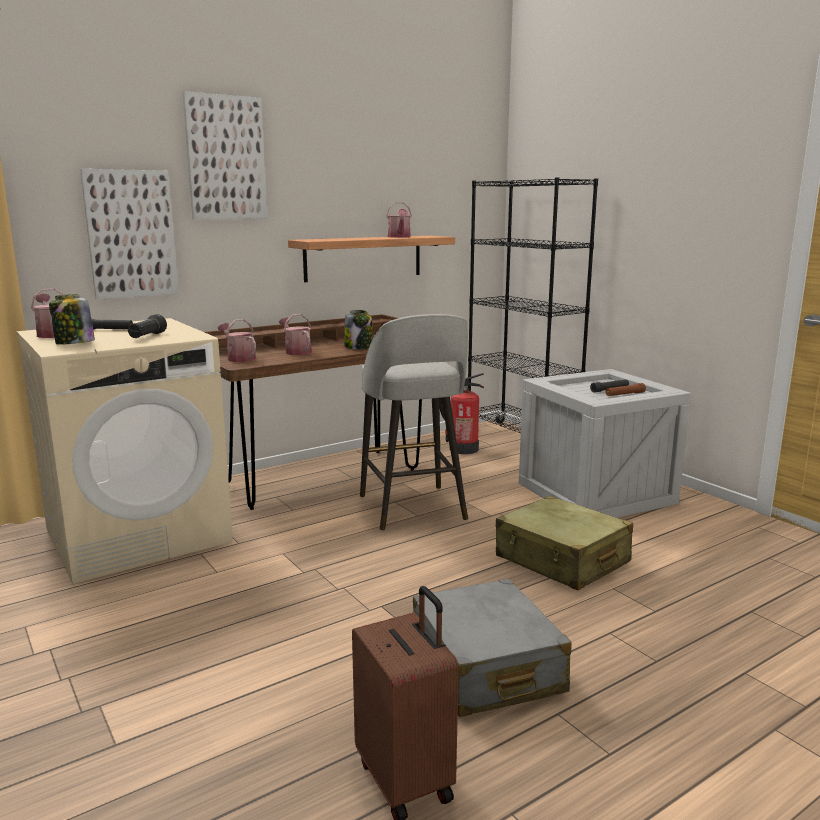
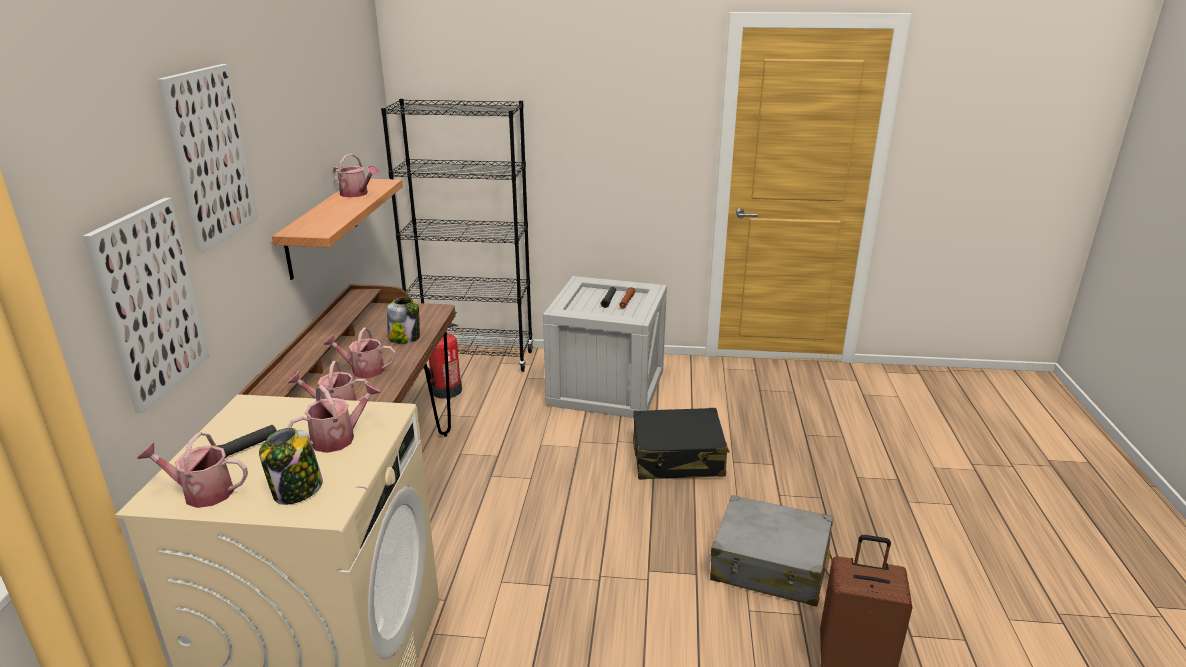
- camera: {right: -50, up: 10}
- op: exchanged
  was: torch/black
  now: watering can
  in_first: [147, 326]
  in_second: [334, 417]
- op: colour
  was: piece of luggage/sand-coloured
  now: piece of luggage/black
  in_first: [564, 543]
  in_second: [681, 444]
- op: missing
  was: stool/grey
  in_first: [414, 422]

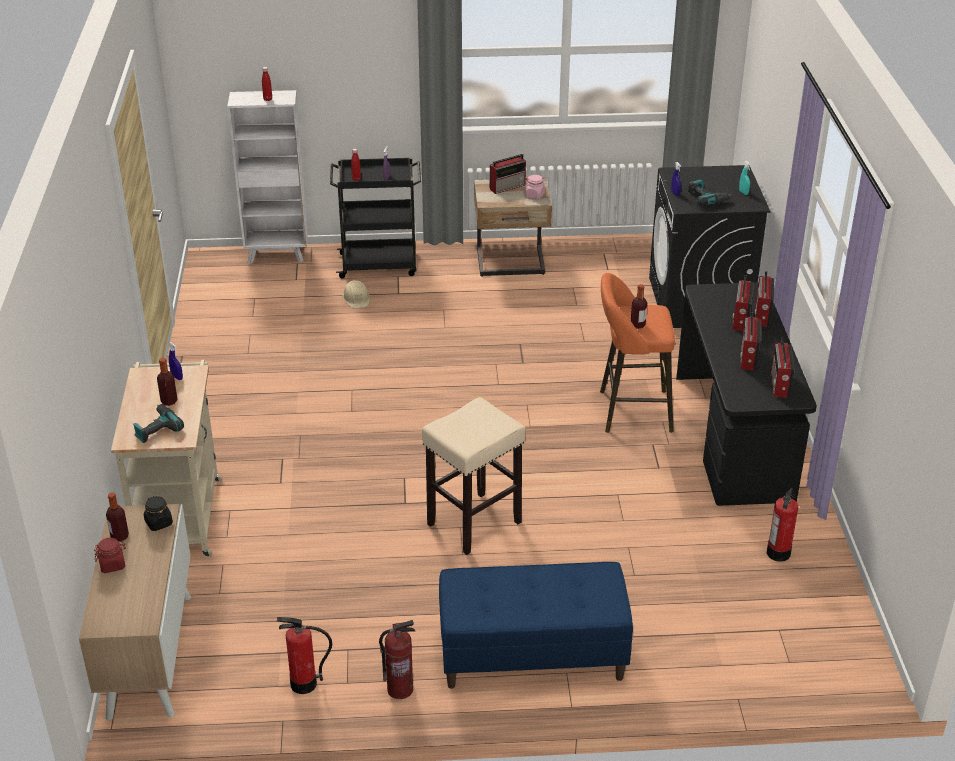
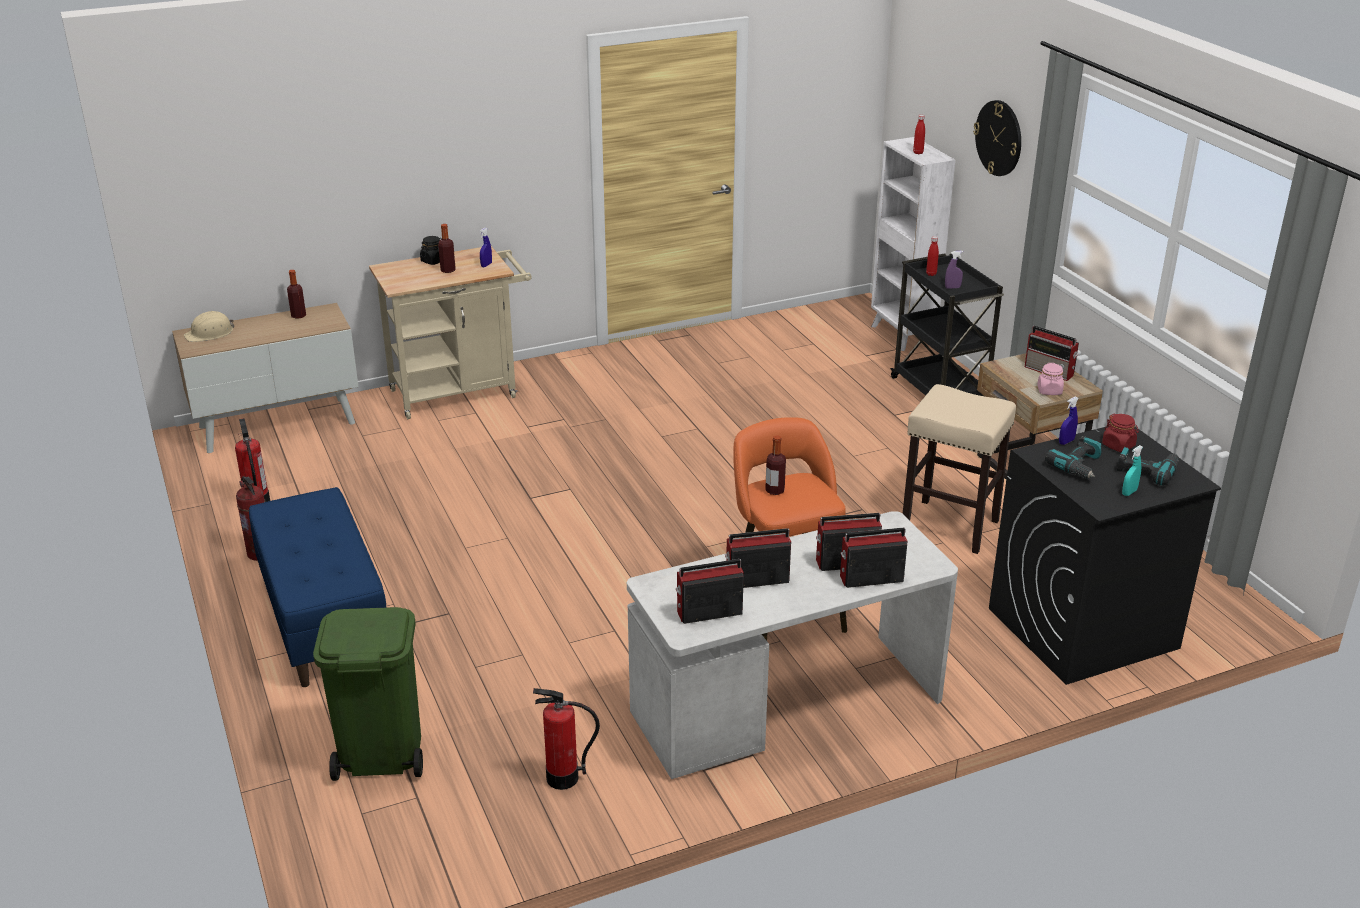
- camera: {right: 70, up: -5}
- op: relocated
  was: safety helmet/sand-coloured
  in_first: [356, 294]
  in_second: [209, 326]
- op: appeared
  now: waste bin/greenish
  in_second: [368, 694]
- op: relocated
  was: preserve jar/black
  in_first: [158, 513]
  in_second: [430, 250]
- op: colour
  was: desk/black
  now: desk/white
  in_first: [746, 394]
  in_second: [792, 645]
- op: relocated
  was: stool/sand-coloured
  in_first: [474, 476]
  in_second: [959, 469]
- op: appeared
  now: clock on the wall
  in_second: [997, 138]
- op: relocated
  was: preserve jar/red
  in_first: [110, 555]
  in_second: [1120, 432]
- op: relocated
  was: power drill
  in_first: [158, 423]
  in_second: [1148, 466]

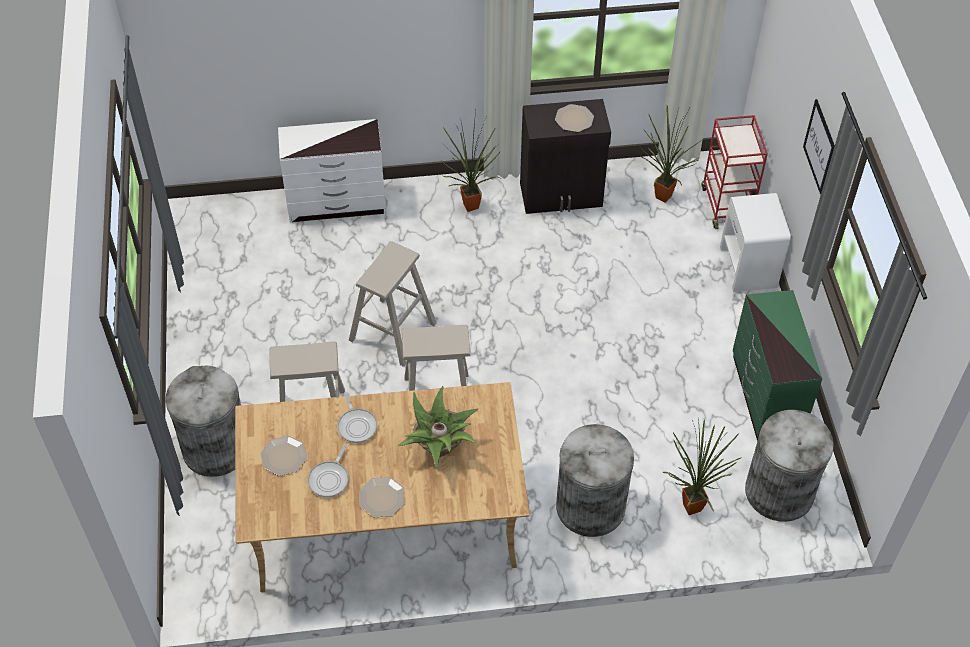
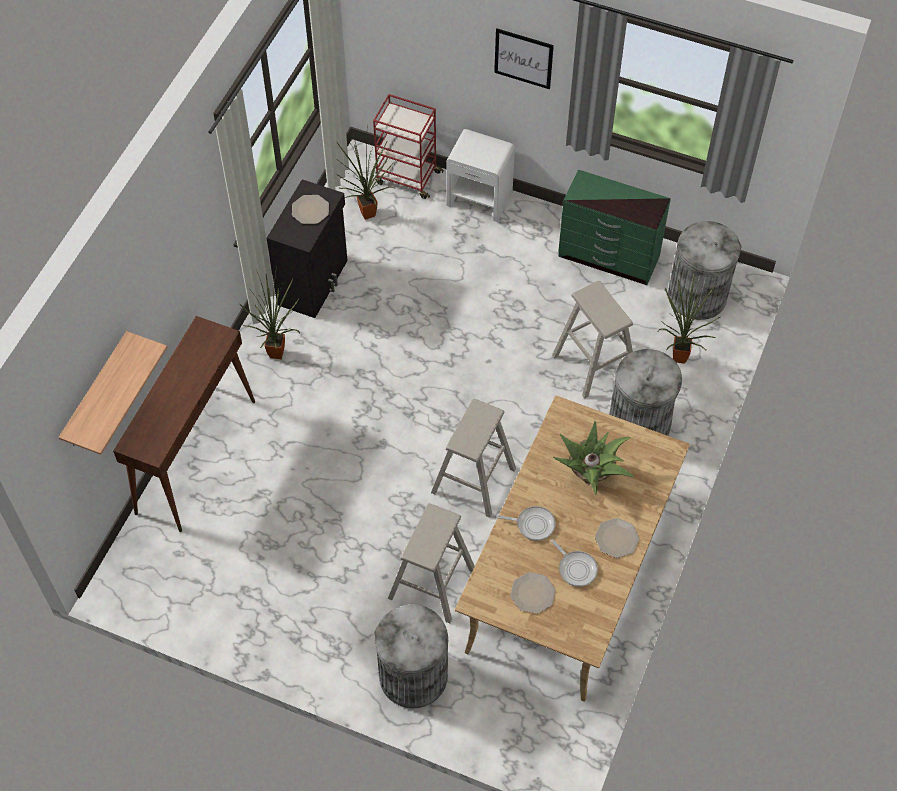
- camera: {right: -60, up: 5}
- op: appeared
  now: shelf
  in_second: [112, 393]
- op: exchanged
  was: chest of drawers/white
  now: hall table/brownish
  in_first: [332, 170]
  in_second: [184, 424]
- op: relocated
  was: stool/sand-coloured
  in_first: [393, 304]
  in_second: [592, 340]

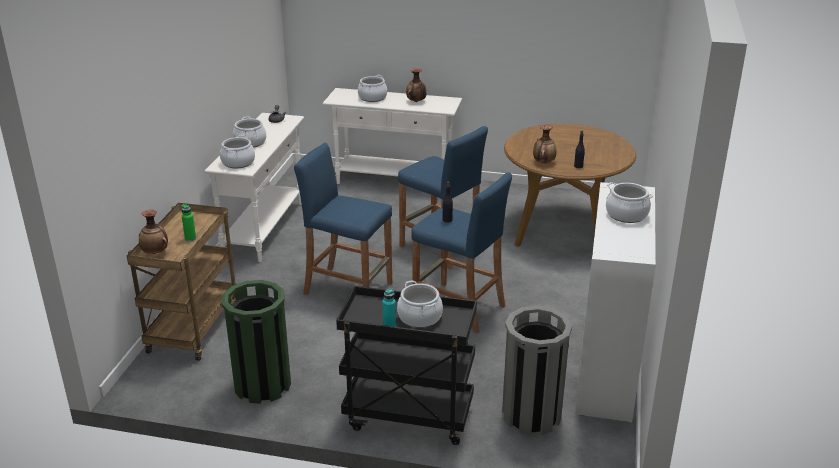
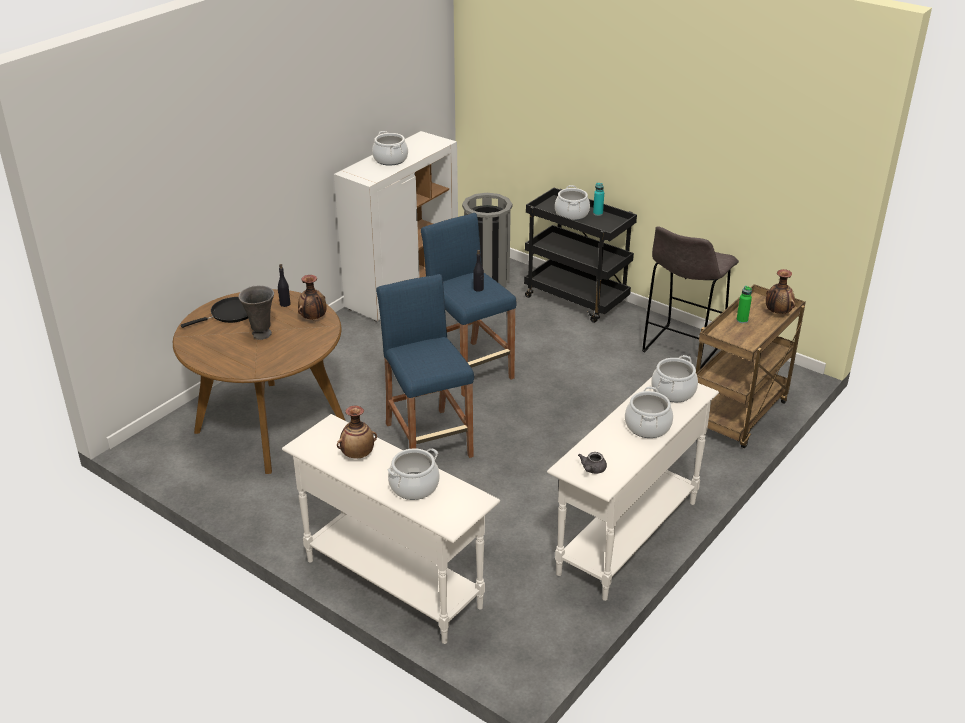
- camera: {right: -155, up: 5}
- op: appeared
  now: pan/black
  in_second: [214, 312]
- op: appeared
  now: vase/grey
  in_second: [256, 312]
- op: exchanged
  was: waste bin/greenish
  now: stool/grey
  in_first: [256, 342]
  in_second: [690, 298]
- op: missing
  was: stool/bluish
  in_first: [343, 219]

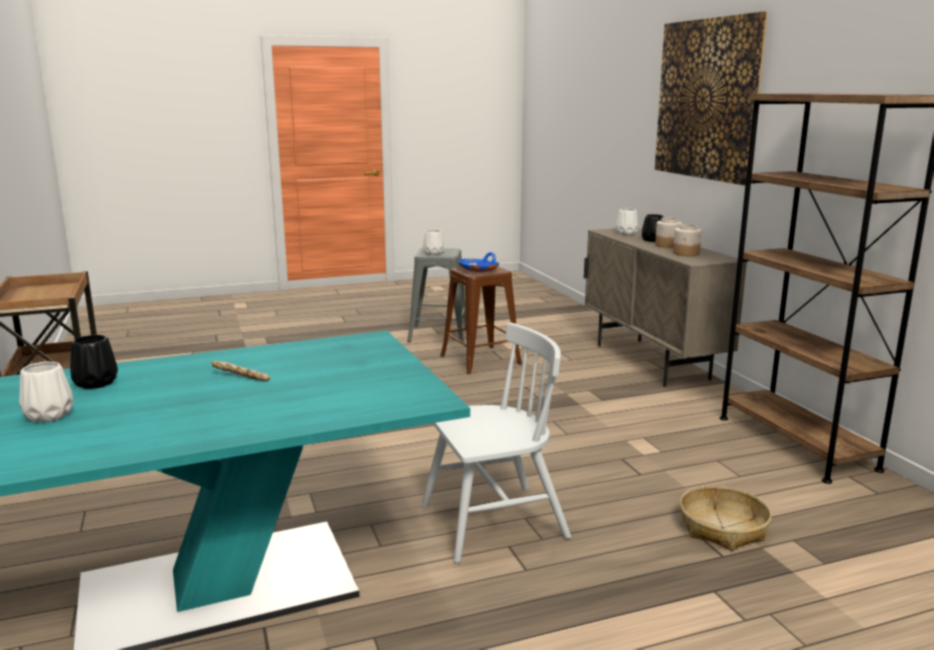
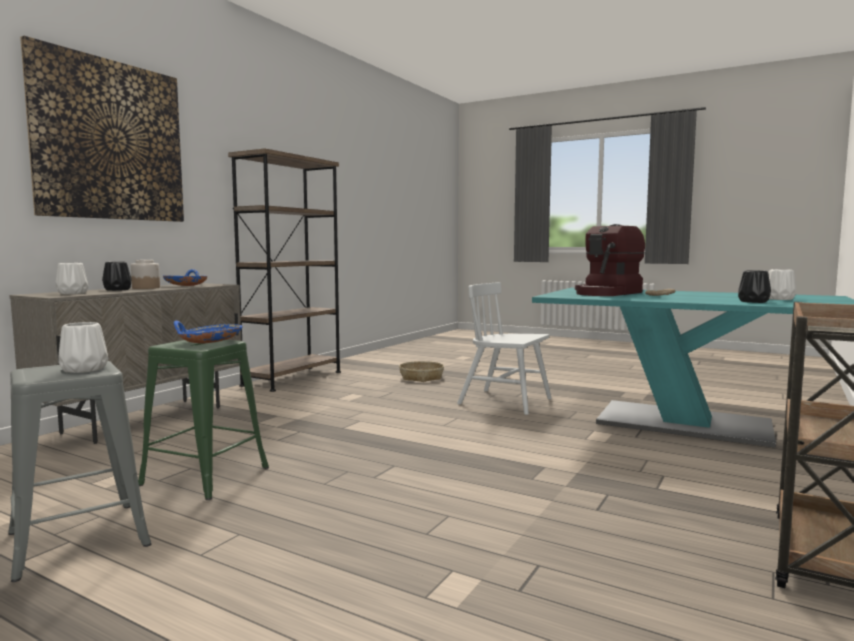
- camera: {right: -130, up: -10}
- op: colour
  was: stool/brownish
  now: stool/greenish
  in_first: [481, 320]
  in_second: [203, 420]
- op: exchanged
  was: preserve jar
  now: deep dish/bluish
  in_first: [687, 240]
  in_second: [185, 277]
- op: appeared
  now: coffee maker
  in_second: [610, 260]

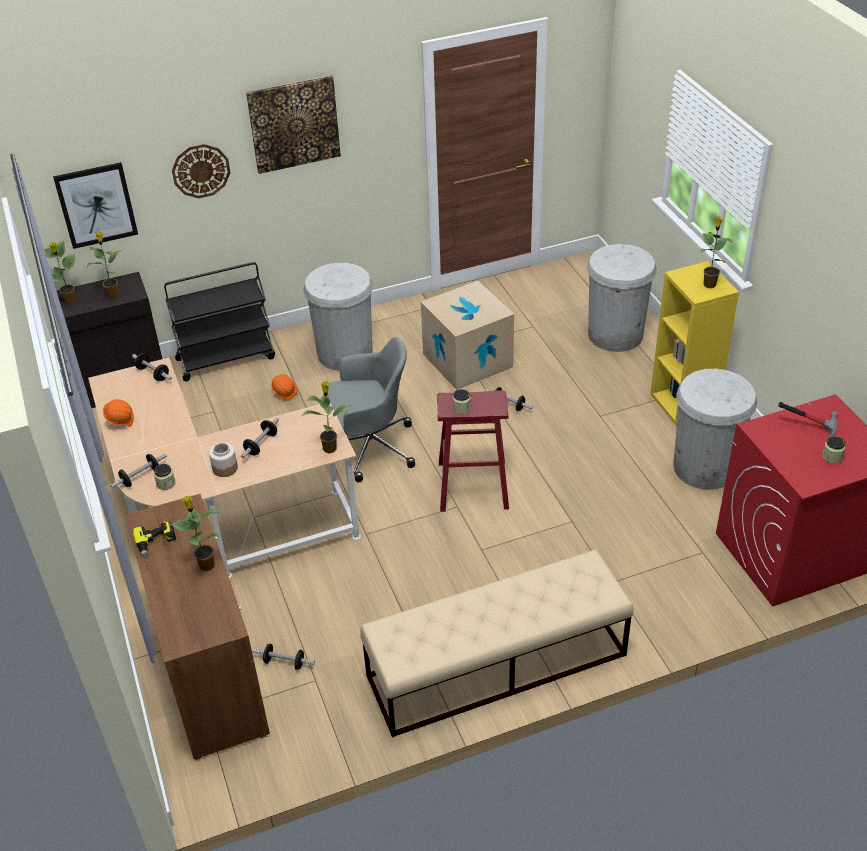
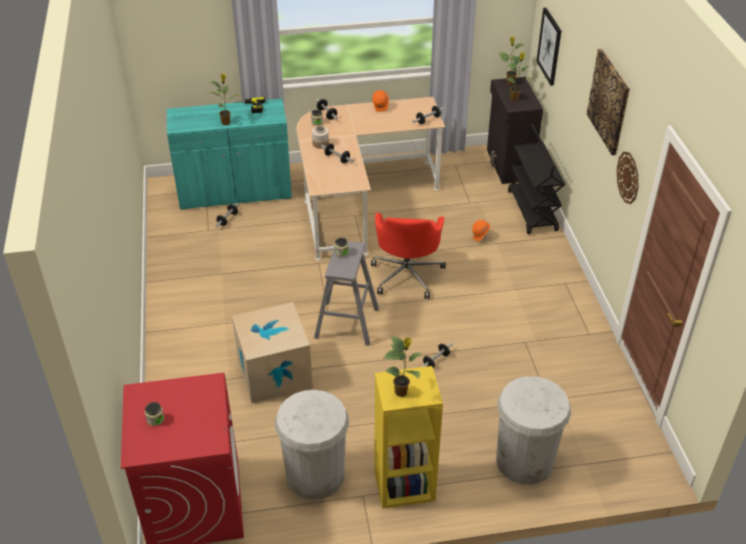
- camera: {right: 100, up: 0}
- op: colour
  was: cabinet/brownish
  now: cabinet/turquoise
  in_first: [197, 627]
  in_second: [229, 154]
- op: relocated
  was: cardboard box
  in_first: [467, 335]
  in_second: [272, 352]
- op: colour
  was: stool/red
  now: stool/grey
  in_first: [473, 451]
  in_second: [346, 293]
- op: colour
  was: office chair/grey
  now: office chair/red
  in_first: [371, 409]
  in_second: [408, 256]
- op: relocated
  was: clock on the wall
  in_first: [201, 171]
  in_second: [627, 178]
- op: missing
  was: potted plant
  in_first: [326, 417]
- op: missing
  was: waste bin/white
  in_first: [338, 317]
- op: missing
  was: bench/sand-coloured
  in_first: [496, 644]
- op: missing
  was: hammer
  in_first: [808, 420]

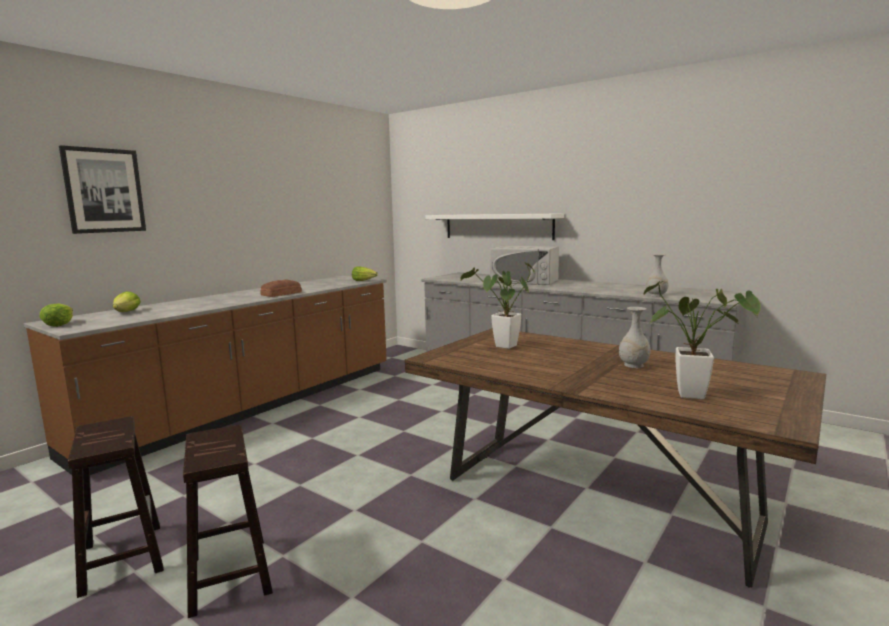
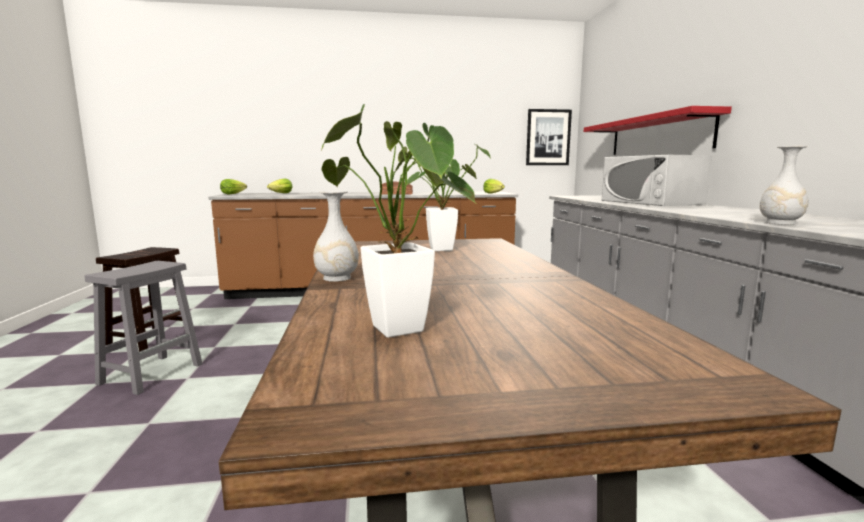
- camera: {right: 45, up: 0}
- op: colour
  was: stool/brownish
  now: stool/grey
  in_first: [228, 521]
  in_second: [144, 328]
- op: relocated
  was: vase/white
  in_first: [635, 337]
  in_second: [336, 236]
- op: relocated
  was: wall picture
  in_first: [102, 189]
  in_second: [549, 137]
- op: colour
  was: shelf/white
  now: shelf/red
  in_first: [494, 226]
  in_second: [658, 130]

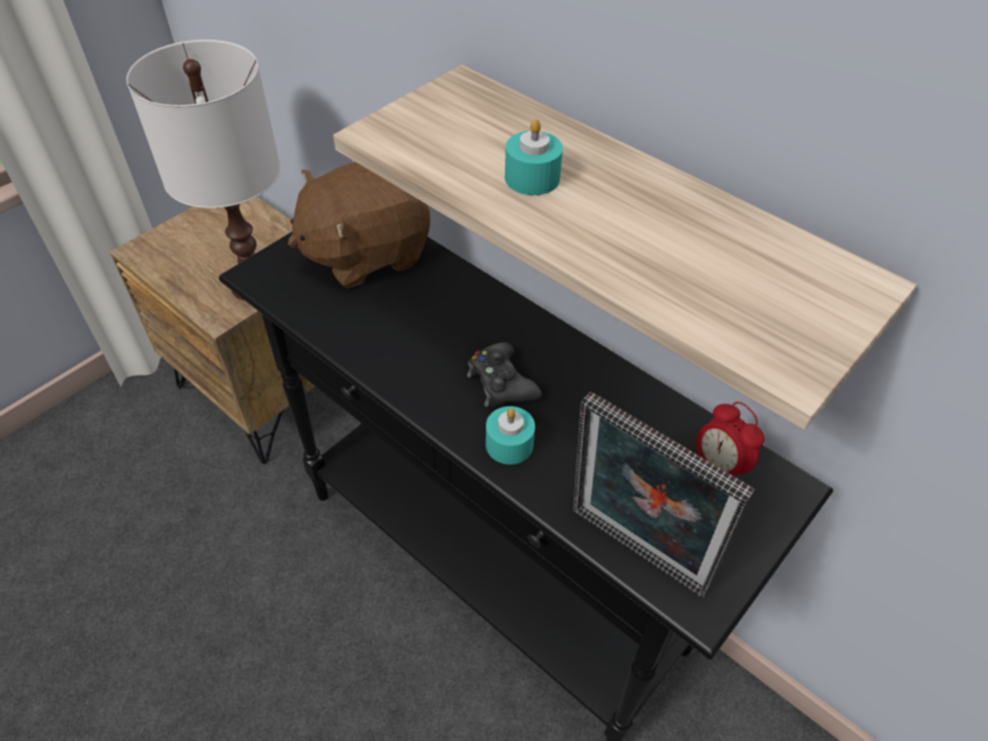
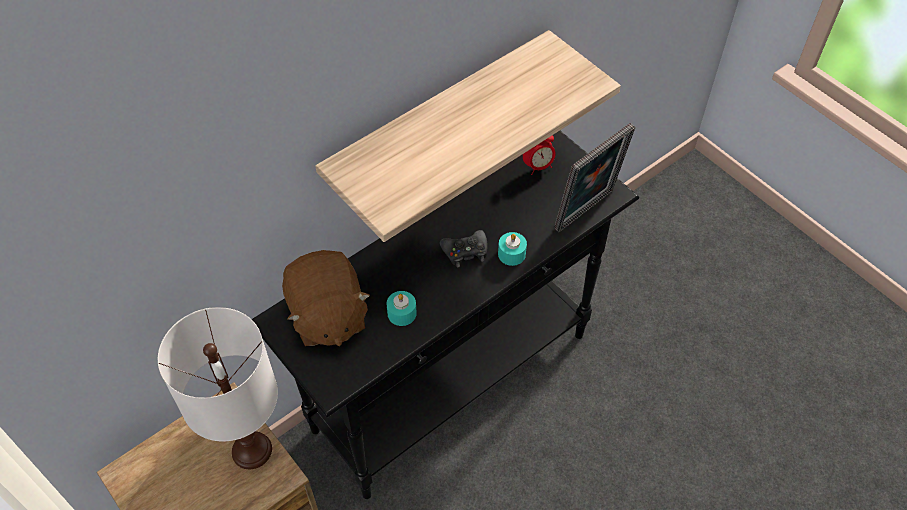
- camera: {right: -80, up: 5}
- op: relocated
  was: candle/turquoise
  in_first: [534, 157]
  in_second: [401, 308]

